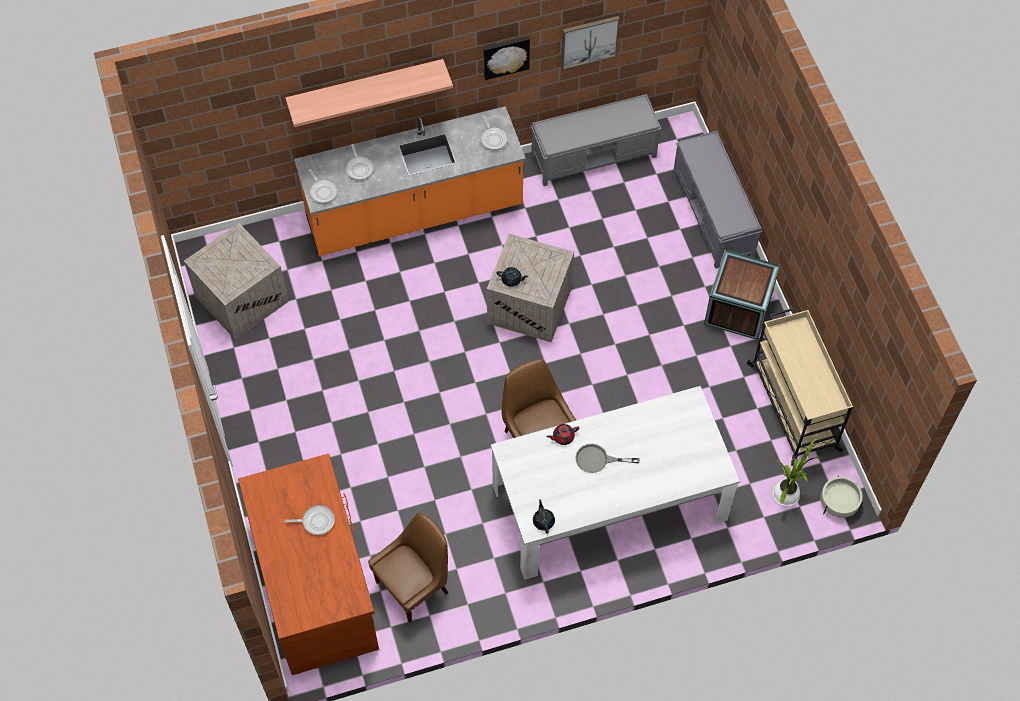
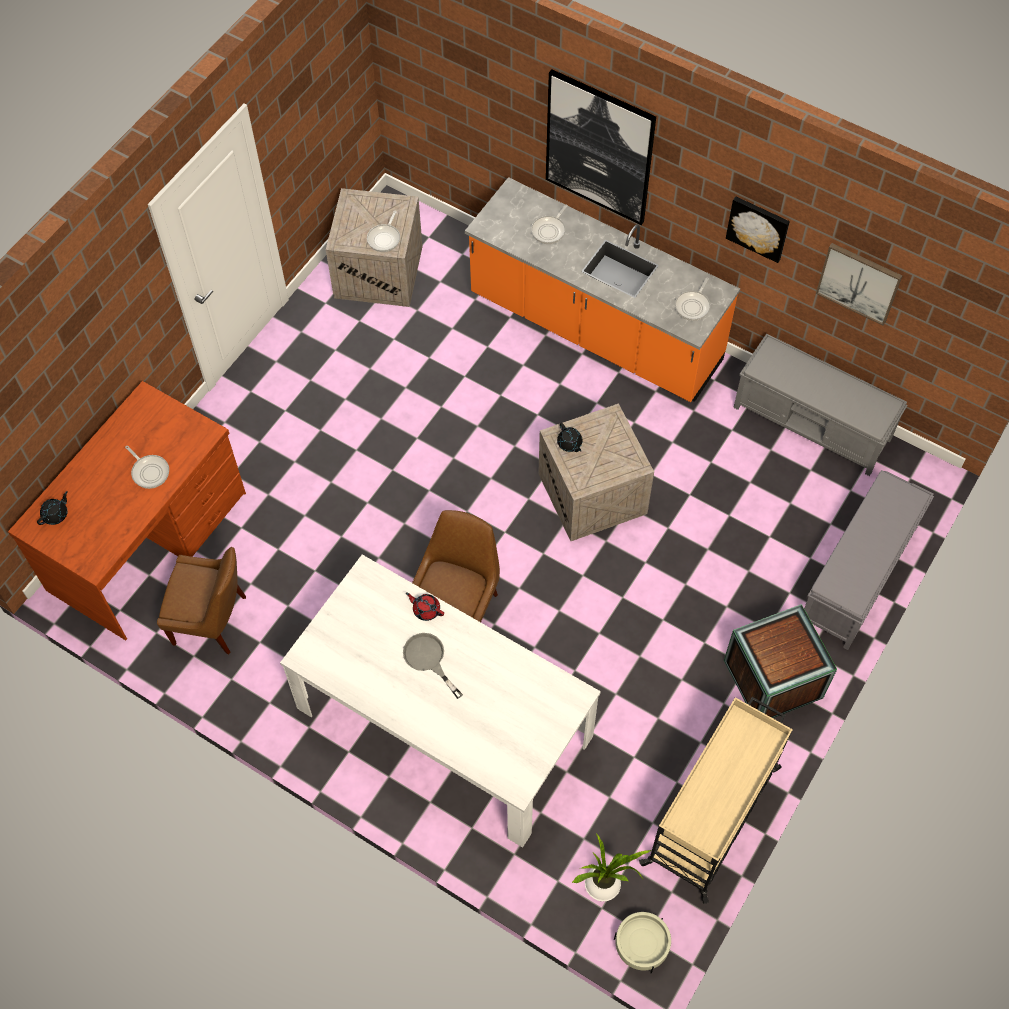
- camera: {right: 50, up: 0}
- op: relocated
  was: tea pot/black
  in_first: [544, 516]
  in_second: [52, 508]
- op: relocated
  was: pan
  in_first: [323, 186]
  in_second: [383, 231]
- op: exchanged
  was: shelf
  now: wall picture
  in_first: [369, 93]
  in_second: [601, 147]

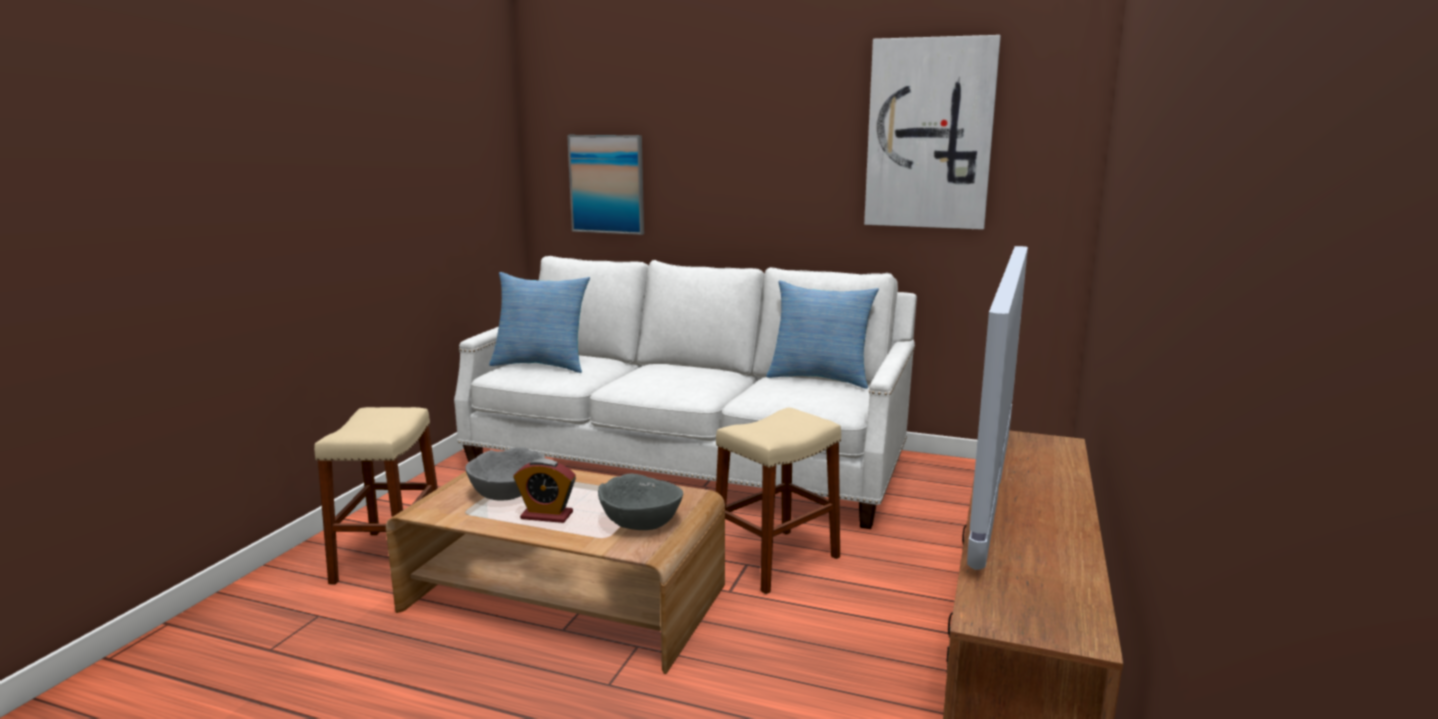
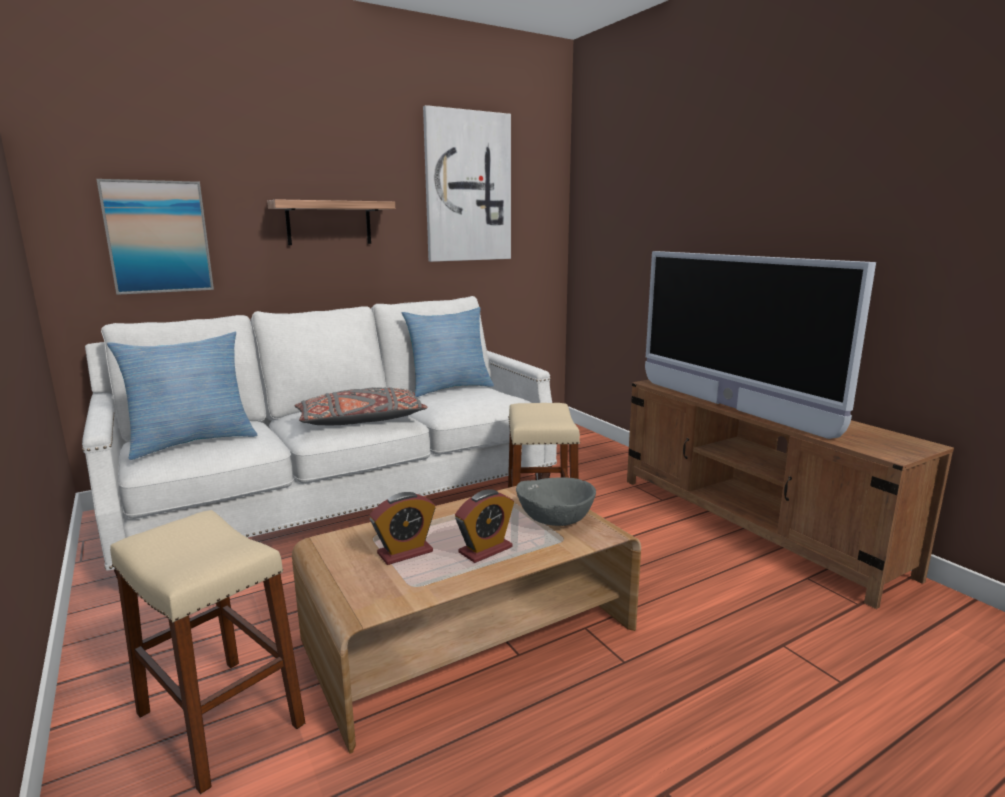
- camera: {right: -50, up: 0}
- op: appeared
  now: shelf
  in_second: [331, 222]
- op: appeared
  now: throw pillow/grey
  in_second: [361, 406]
- op: exchanged
  was: deep dish/grey
  now: alarm clock
  in_first: [505, 474]
  in_second: [403, 528]

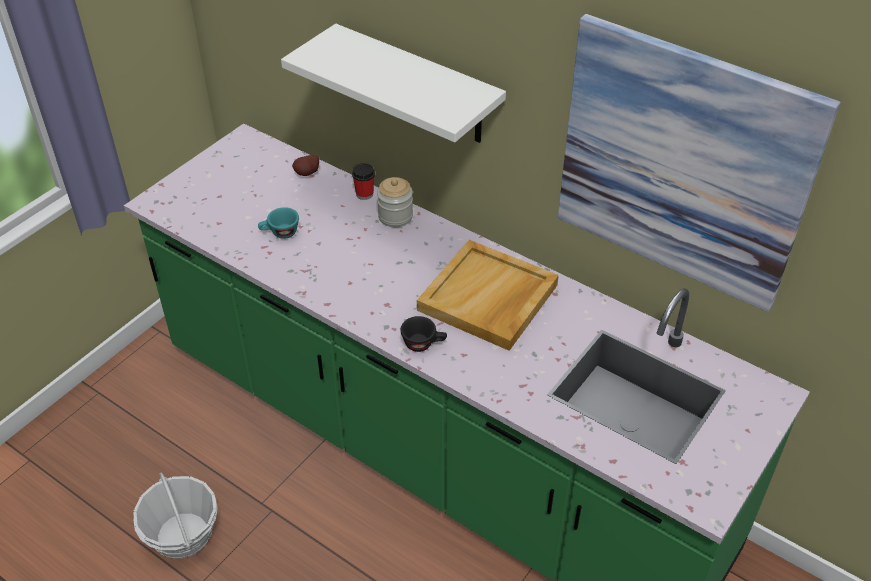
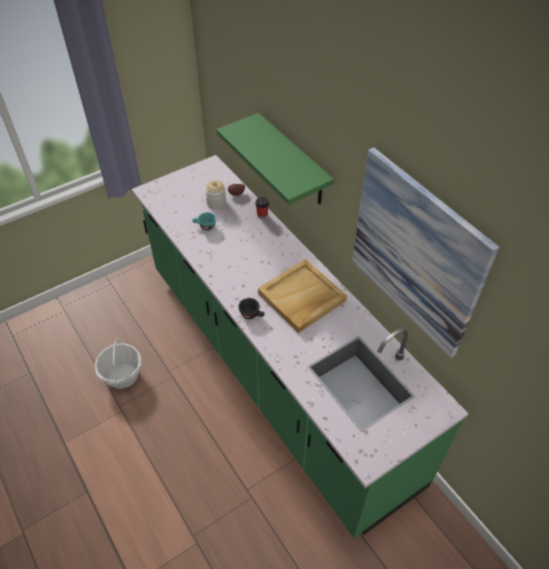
- camera: {right: 20, up: 5}
- op: relocated
  was: preserve jar
  in_first: [395, 202]
  in_second: [215, 194]
- op: colour
  was: shelf/white
  now: shelf/greenish
  in_first: [393, 83]
  in_second: [275, 159]

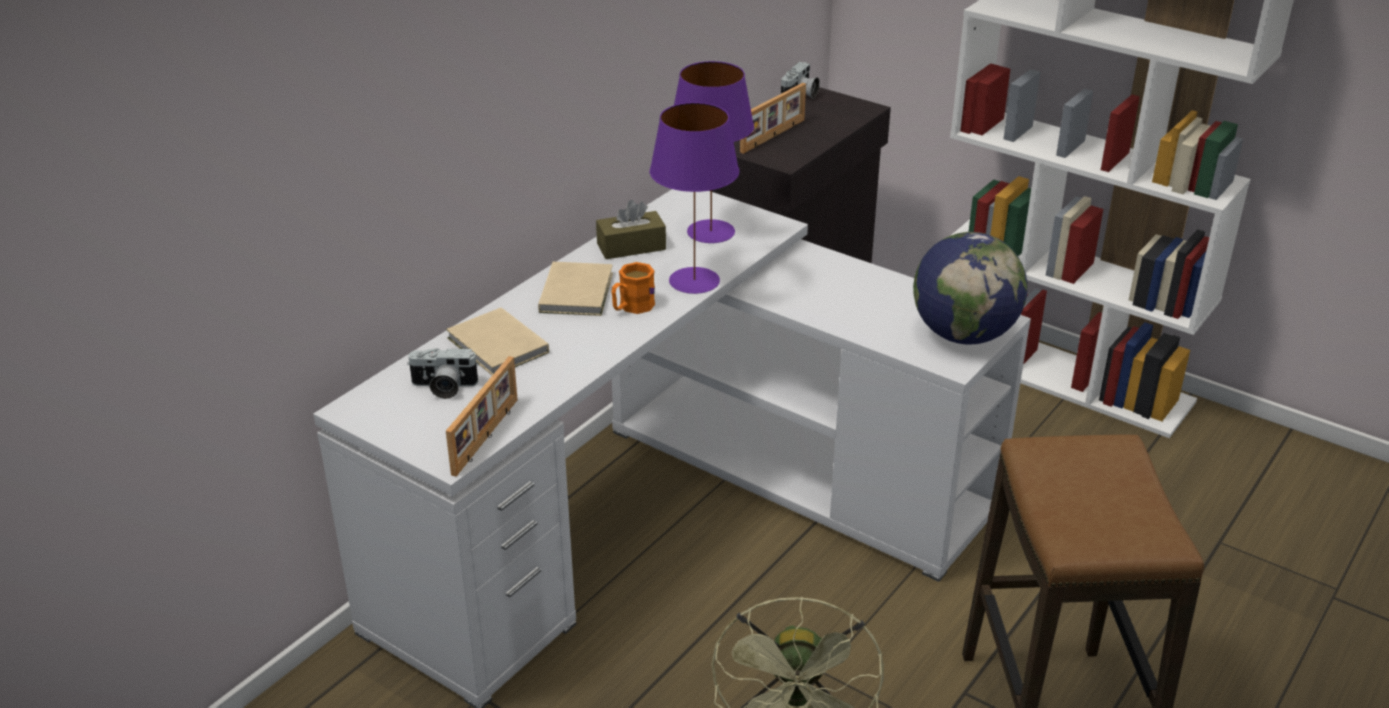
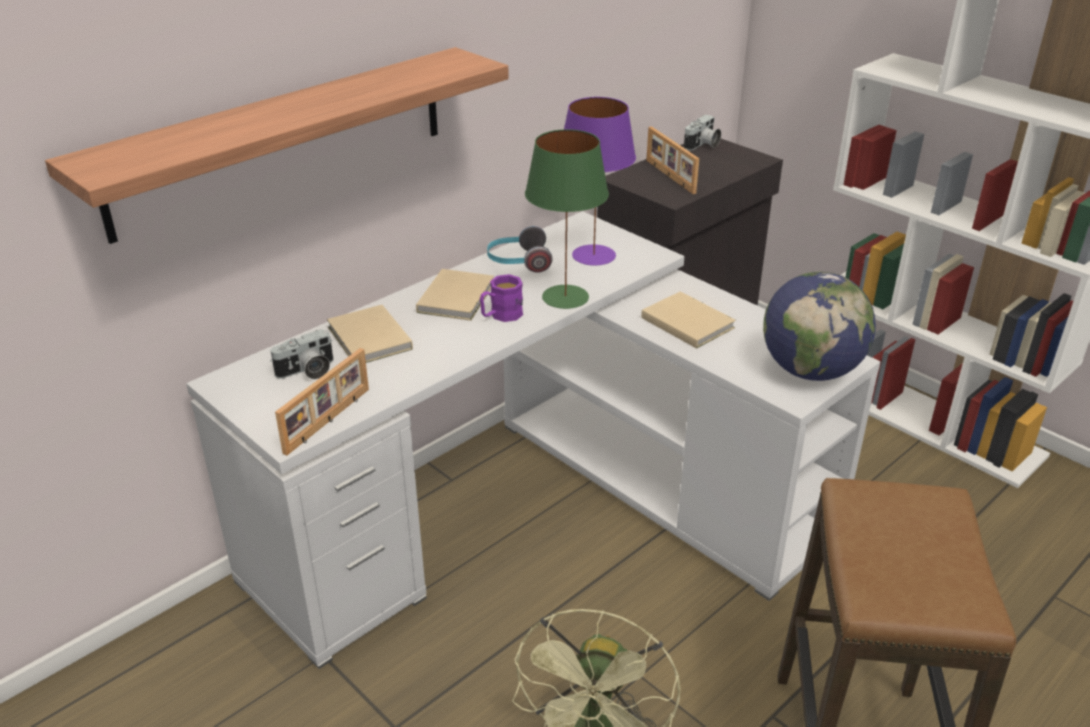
- camera: {right: 10, up: 0}
- op: appeared
  now: shelf
  in_second: [277, 145]
- op: spun
  was: still camera
  in_first: [443, 373]
  in_second: [302, 354]
  clockwise: -45
- op: colour
  was: coffee mug/orangey
  now: coffee mug/purple-coloured
  in_first: [633, 288]
  in_second: [501, 298]
- op: exchanged
  was: tissue holder/brownish
  now: headphones
  in_first: [631, 229]
  in_second: [520, 249]
- op: colour
  was: lamp for a table/purple-coloured
  now: lamp for a table/greenish
  in_first: [694, 198]
  in_second: [567, 219]
- op: appeared
  now: book/sand-coloured
  in_second: [688, 320]
- op: spun
  was: photo frame
  in_first: [773, 118]
  in_second: [673, 160]
  clockwise: 105

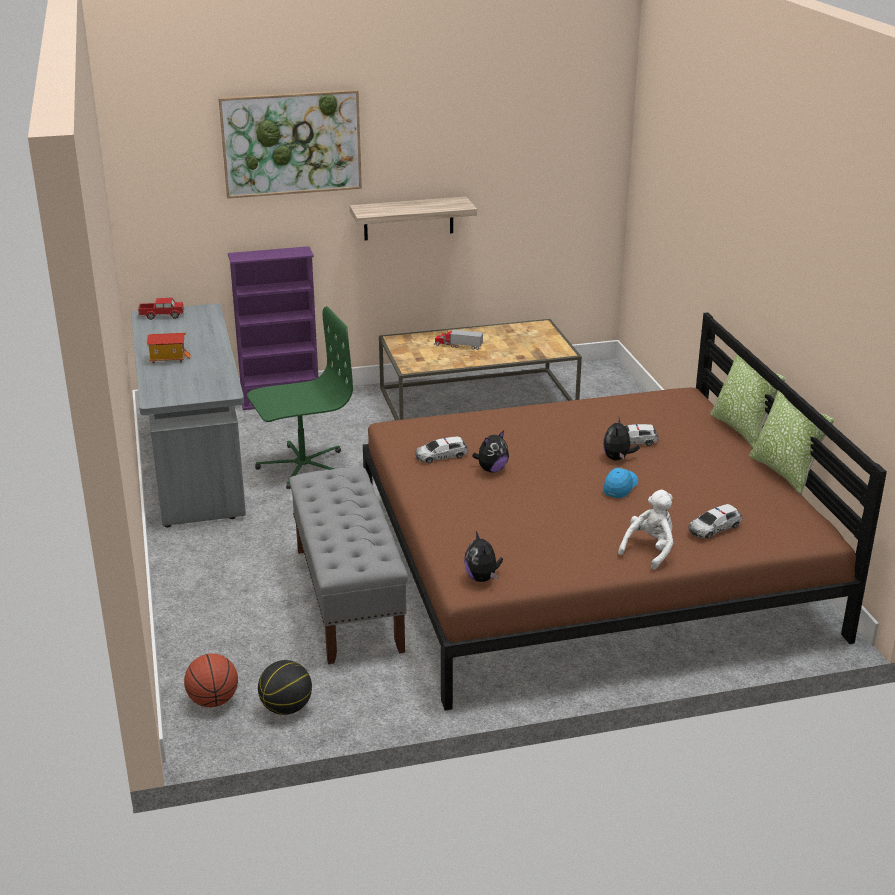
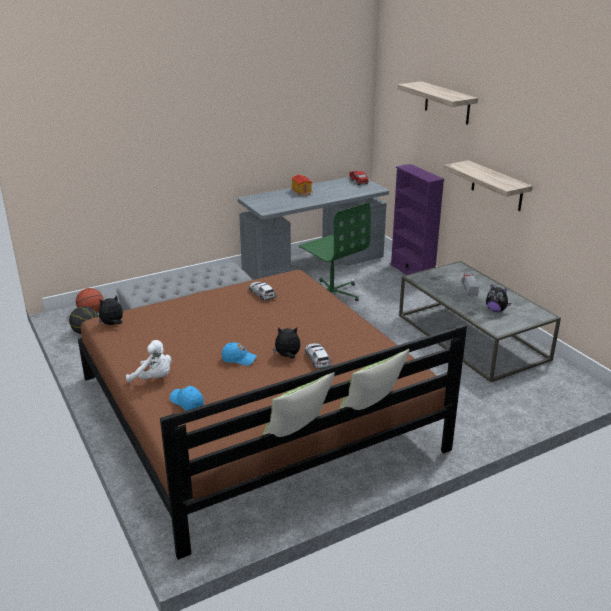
- camera: {right: 75, up: 0}
- op: exchanged
  was: miniature car
  now: baseball cap/bluish
  in_first: [715, 521]
  in_second: [187, 398]
- op: exchanged
  was: wall picture
  now: shelf
  in_first: [290, 144]
  in_second: [437, 103]
- op: colour
  was: lounge table/brownish
  now: lounge table/grey
  in_first: [480, 369]
  in_second: [480, 322]
- op: relocated
  was: plush toy
  in_first: [490, 451]
  in_second: [498, 298]

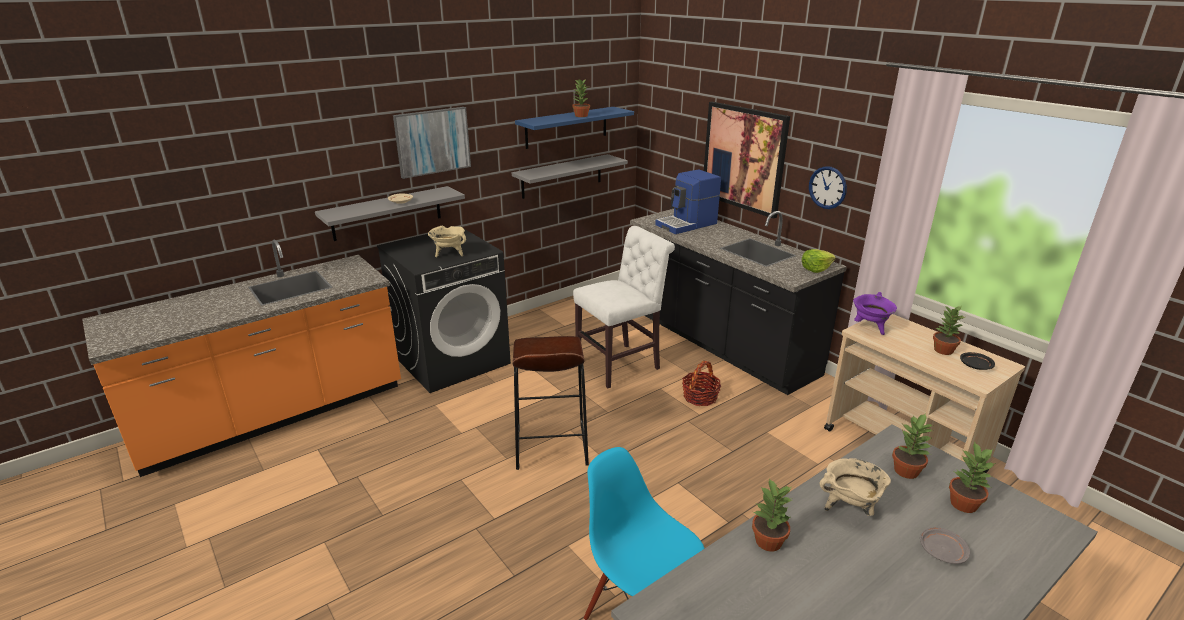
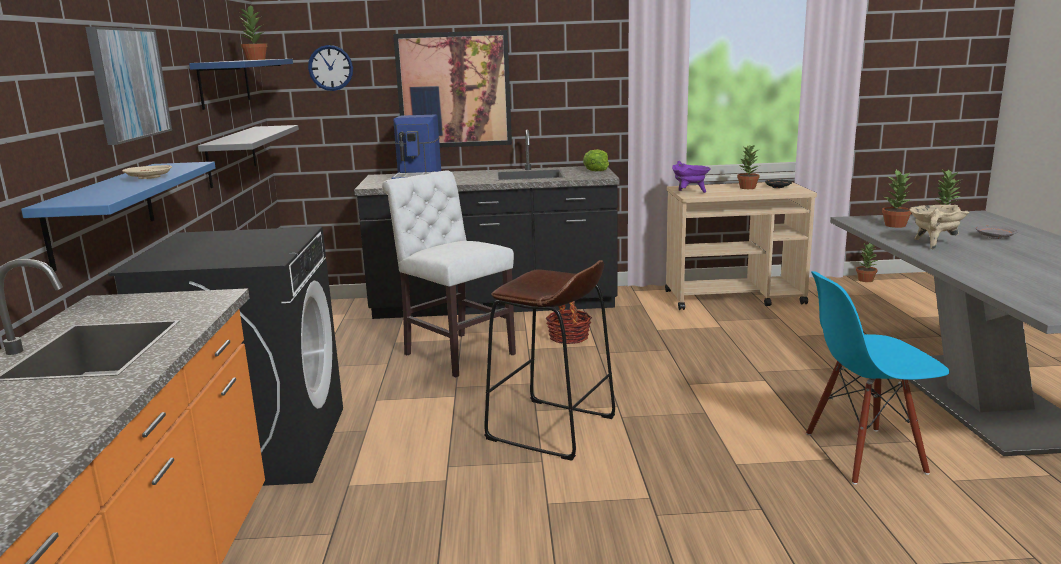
- camera: {right: -55, up: -10}
- op: colour
  was: shelf/grey
  now: shelf/bluish
  in_first: [390, 213]
  in_second: [118, 217]
- op: relocated
  was: clock on the wall
  in_first: [828, 187]
  in_second: [330, 68]
- op: spun
  was: upright chair/white
  in_first: [624, 307]
  in_second: [449, 274]
  clockwise: -45
- op: relocated
  was: potted plant
  in_first: [772, 515]
  in_second: [867, 262]
- op: missing
  was: cooking pot/sand-coloured
  in_first: [447, 241]

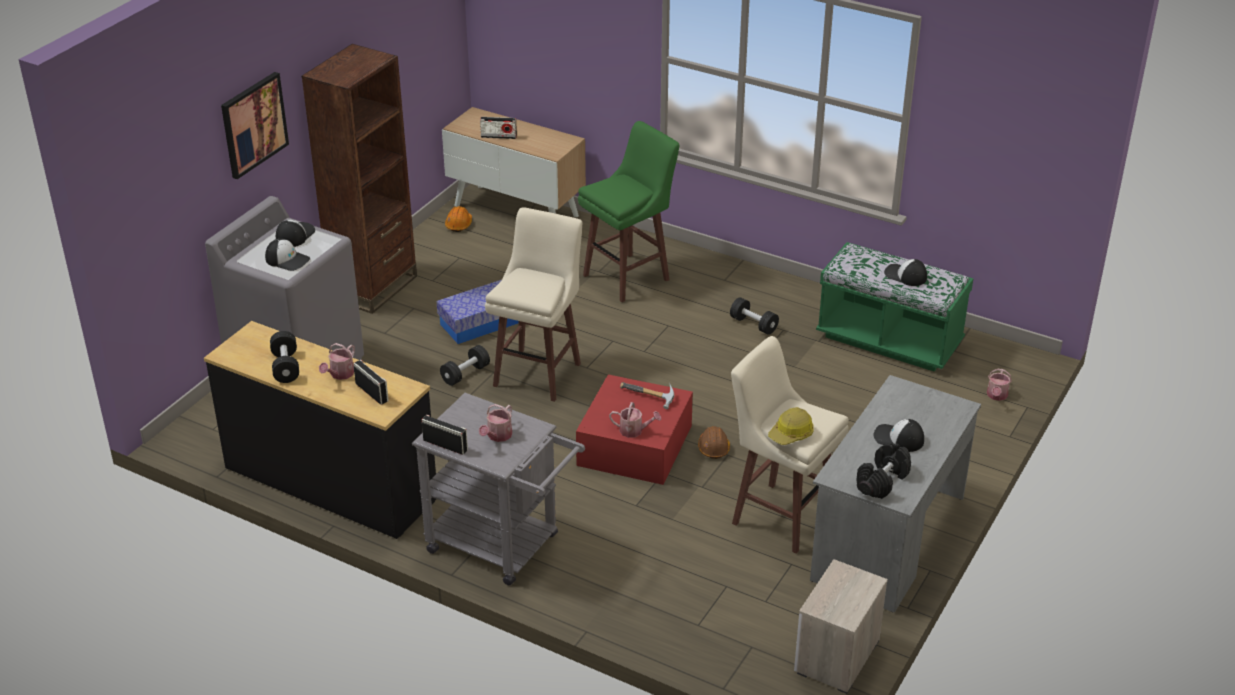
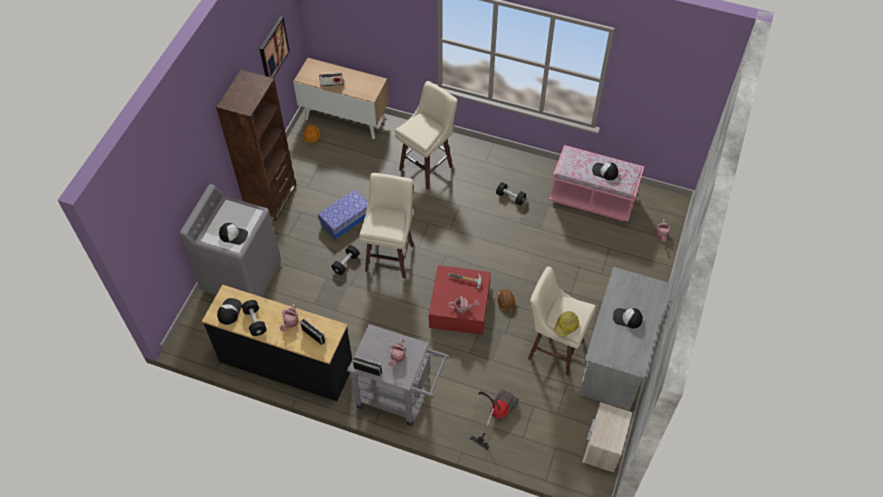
- camera: {right: -10, up: 20}
- op: relocated
  was: baseball cap
  in_first: [295, 233]
  in_second: [229, 311]
- op: relocated
  was: wall picture
  in_first: [255, 125]
  in_second: [274, 47]
- op: colour
  was: stool/greenish
  now: stool/sand-coloured
  in_first: [629, 211]
  in_second: [426, 135]
- op: appeared
  now: vacuum
  in_second: [494, 420]
- op: colour
  was: bench/greenish
  now: bench/pink-coloured
  in_first: [895, 307]
  in_second: [597, 183]
- op: missing
  was: free weight/black
  in_first: [883, 471]

